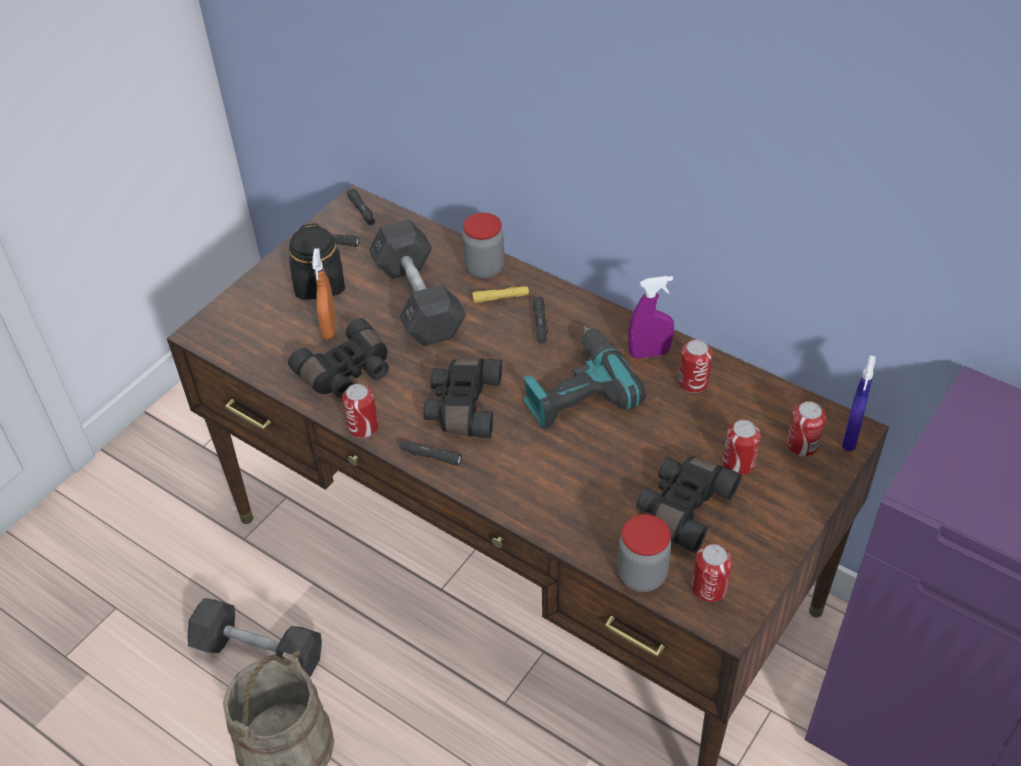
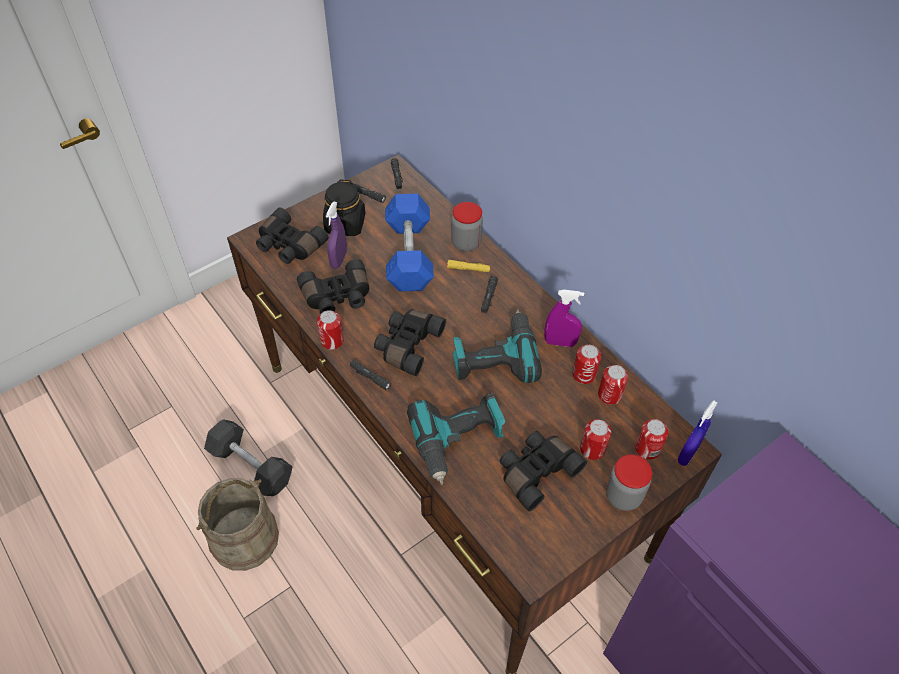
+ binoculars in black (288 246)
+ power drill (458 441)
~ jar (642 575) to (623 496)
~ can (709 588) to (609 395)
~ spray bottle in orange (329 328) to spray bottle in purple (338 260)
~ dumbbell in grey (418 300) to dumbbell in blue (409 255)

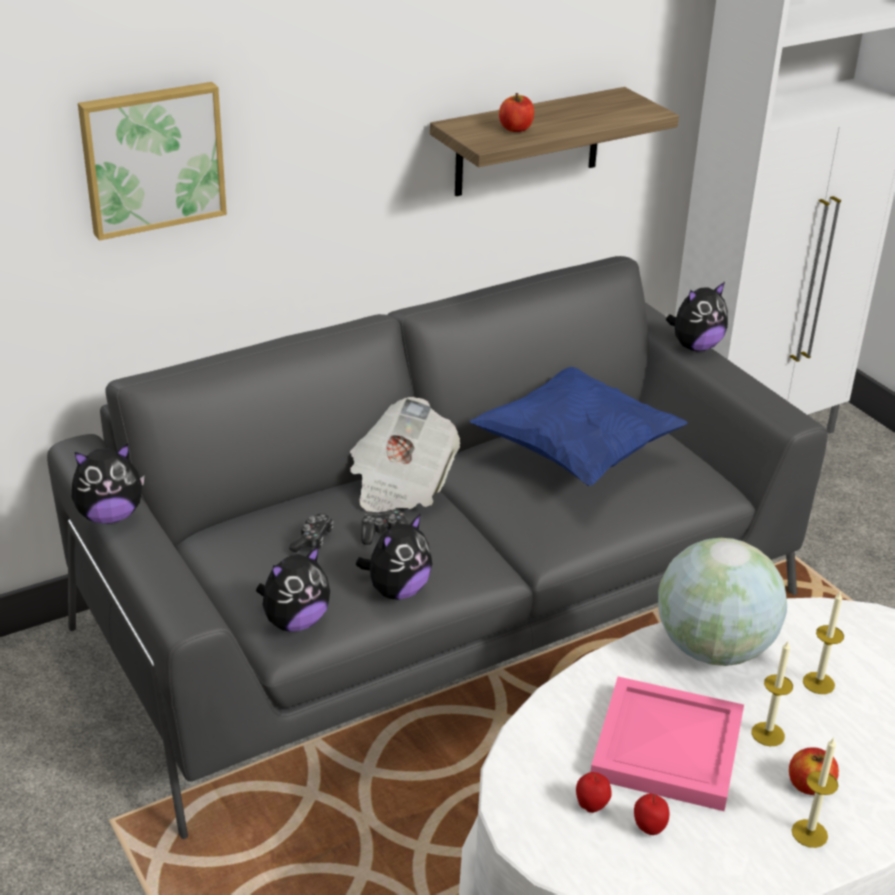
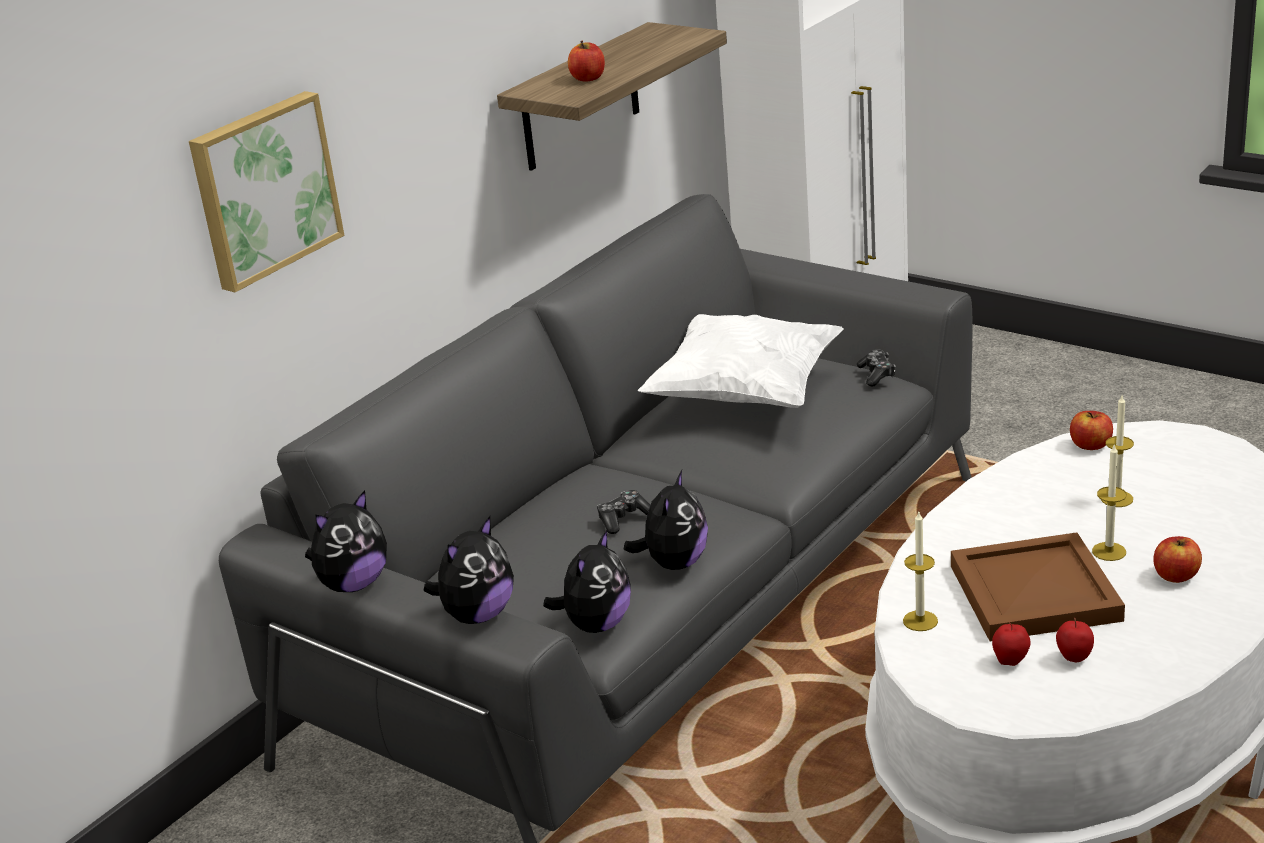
- newspaper (400 482)
- globe (713 649)
+ apple (1090 445)
~ game controller (313 540) to (876 374)
~ plush toy (695 346) to (477 615)
~ candle (809 833) to (920 621)
~ pillow in blue (575 453) to pillow in white (745 394)
~ tray in pink (665 745) to tray in brown (1031 592)

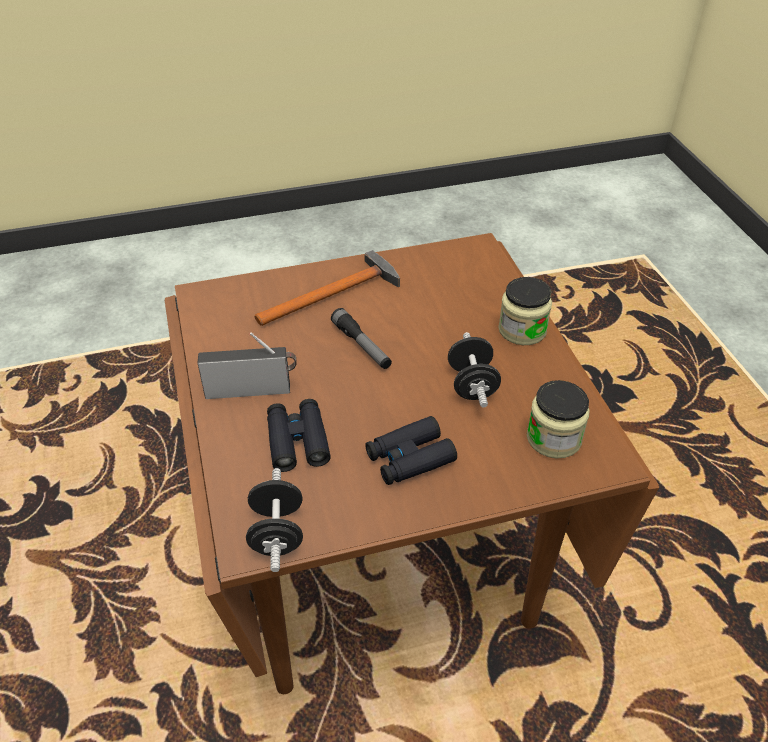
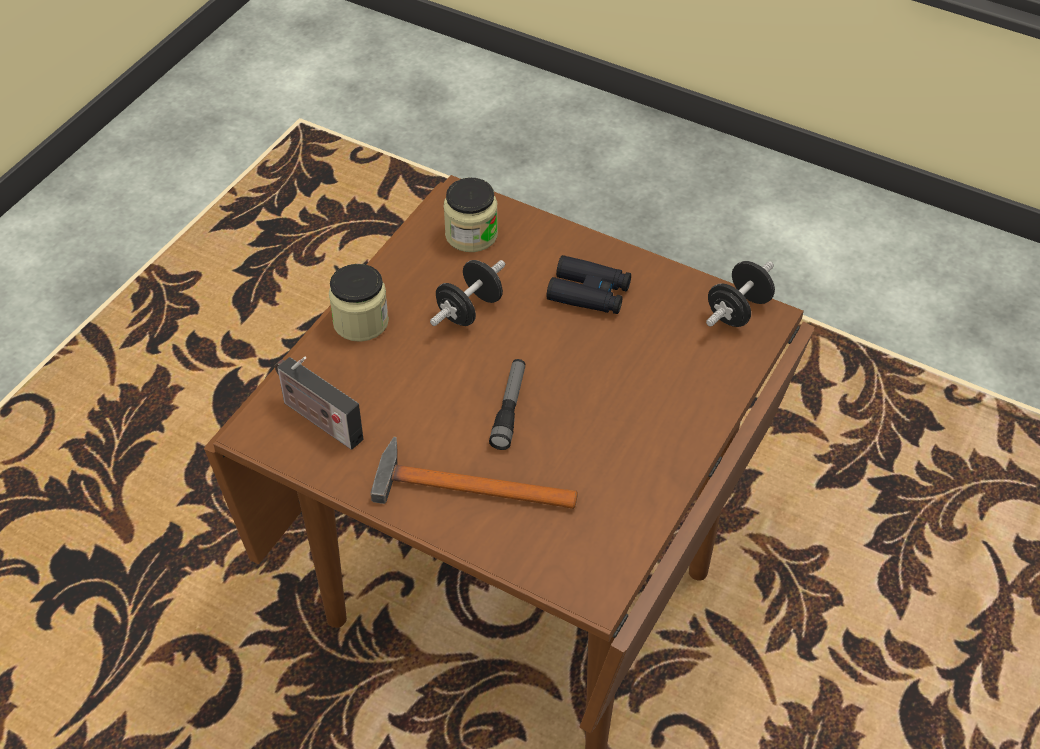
- binoculars in black (297 441)
~ radio (252 390) to (318 419)

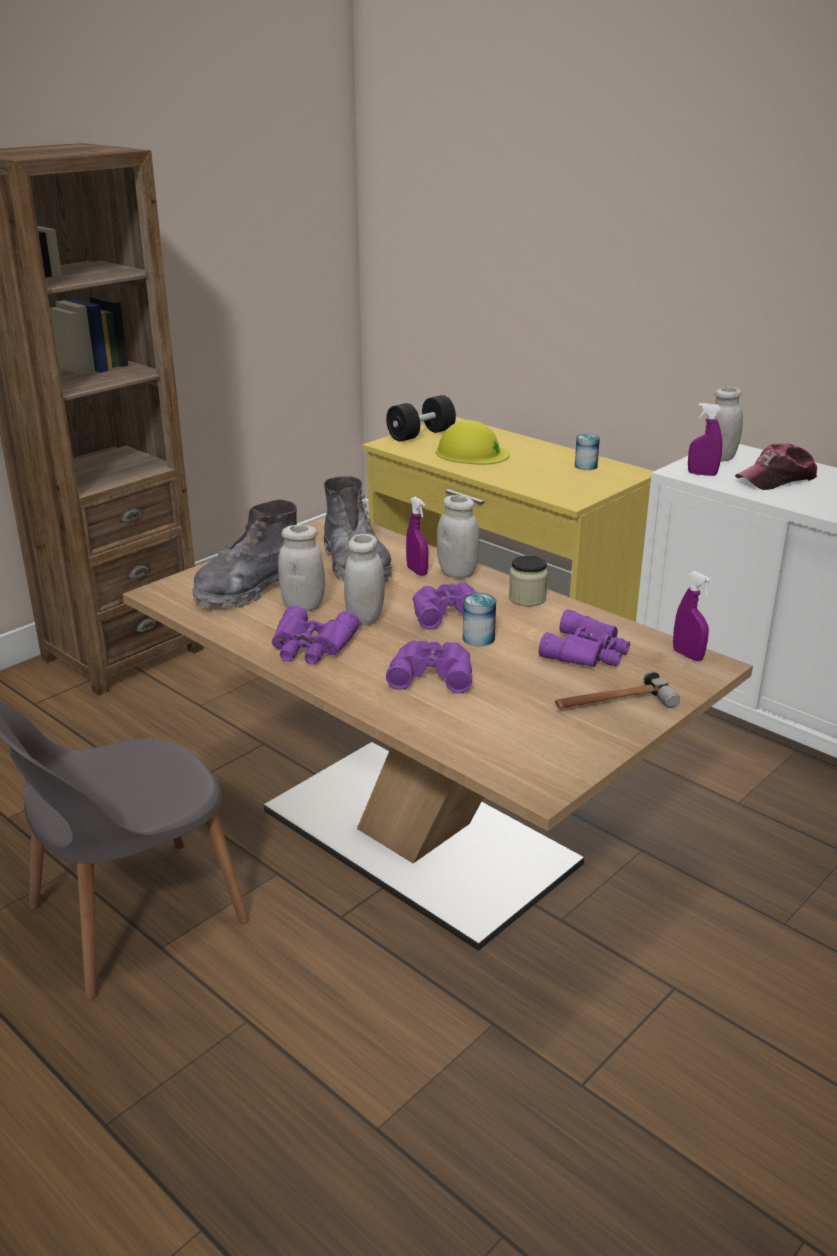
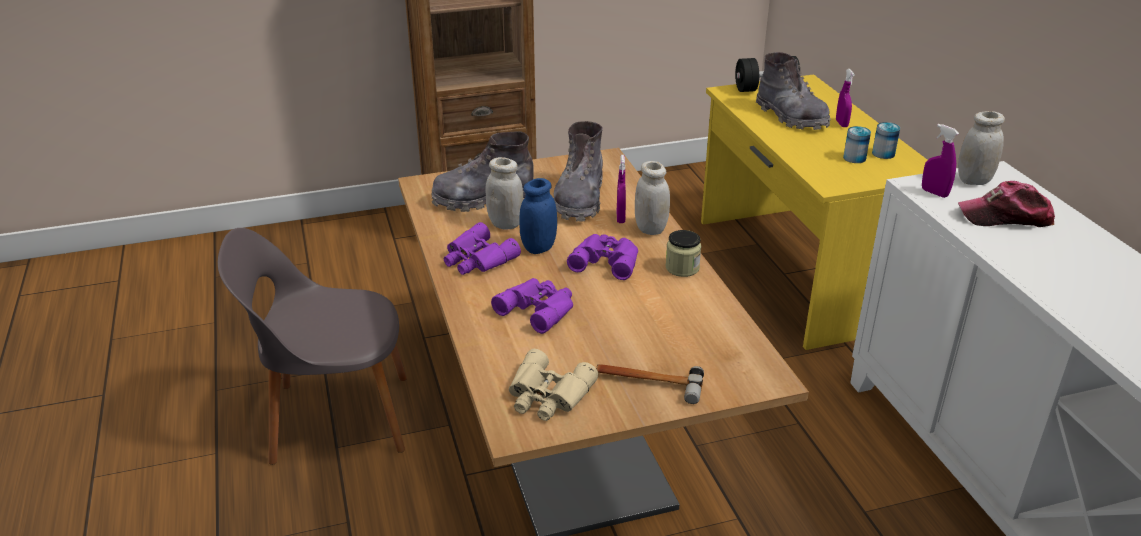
- binoculars in purple (587 652)
+ binoculars in beige (548 396)
~ can (478 638) to (854 158)
~ spray bottle in purple (687 655) to (841 124)
~ hard hat in yellow (471 453) to boot in grey (791 117)
~ jar in white (365 618) to jar in blue (539 247)

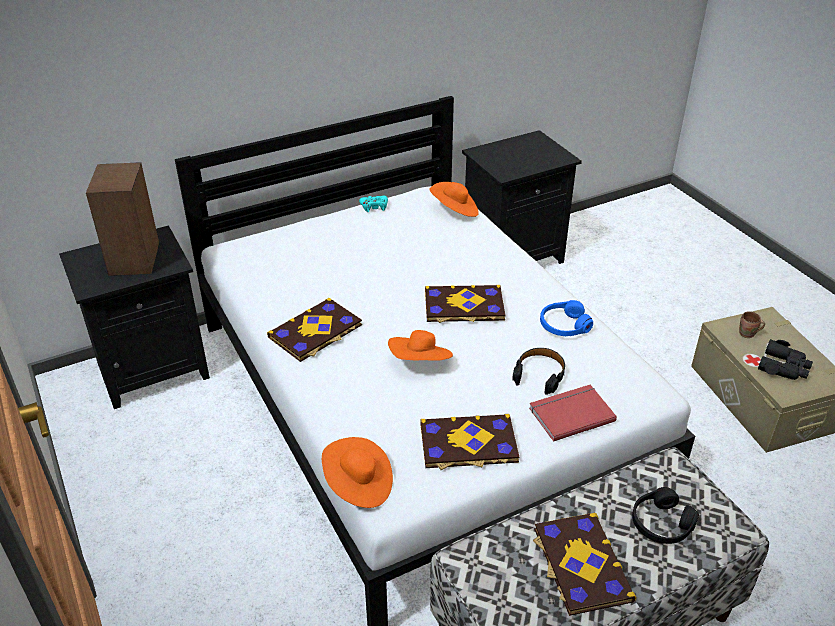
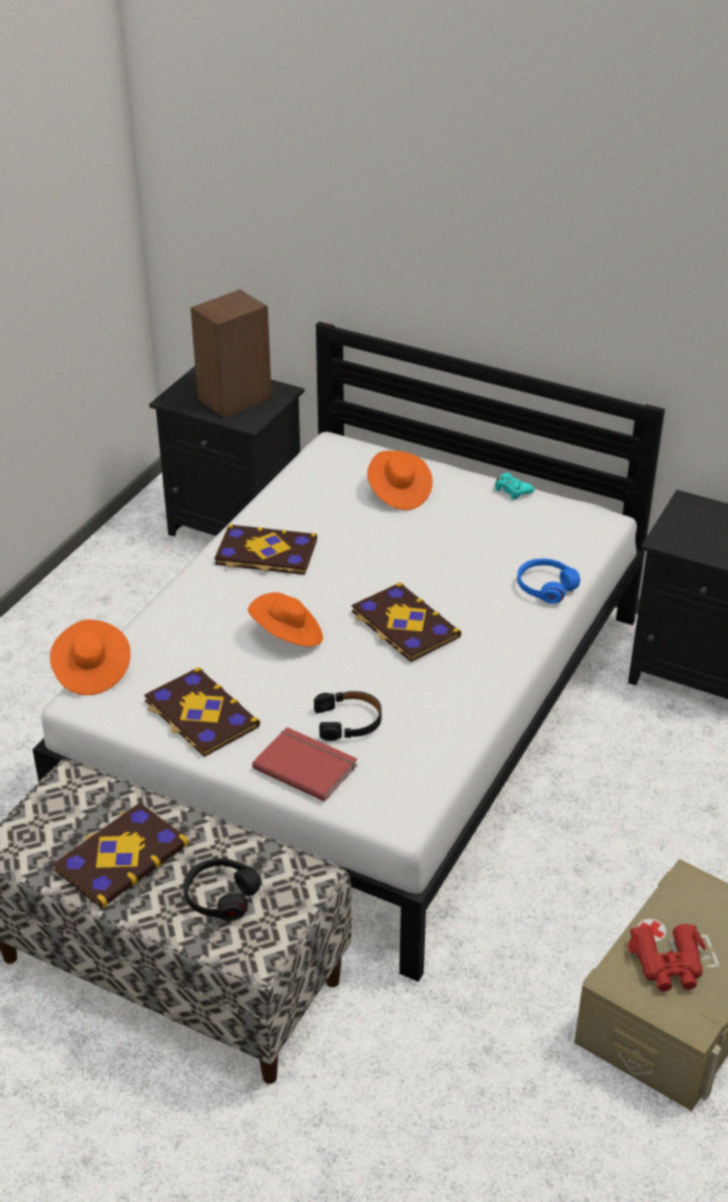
- mug in brown (747 334)
~ hat in orange (455 211) to (398 493)
~ headphones in blue (564 325) to (545 587)
~ binoculars in black (784 367) to binoculars in red (668 964)

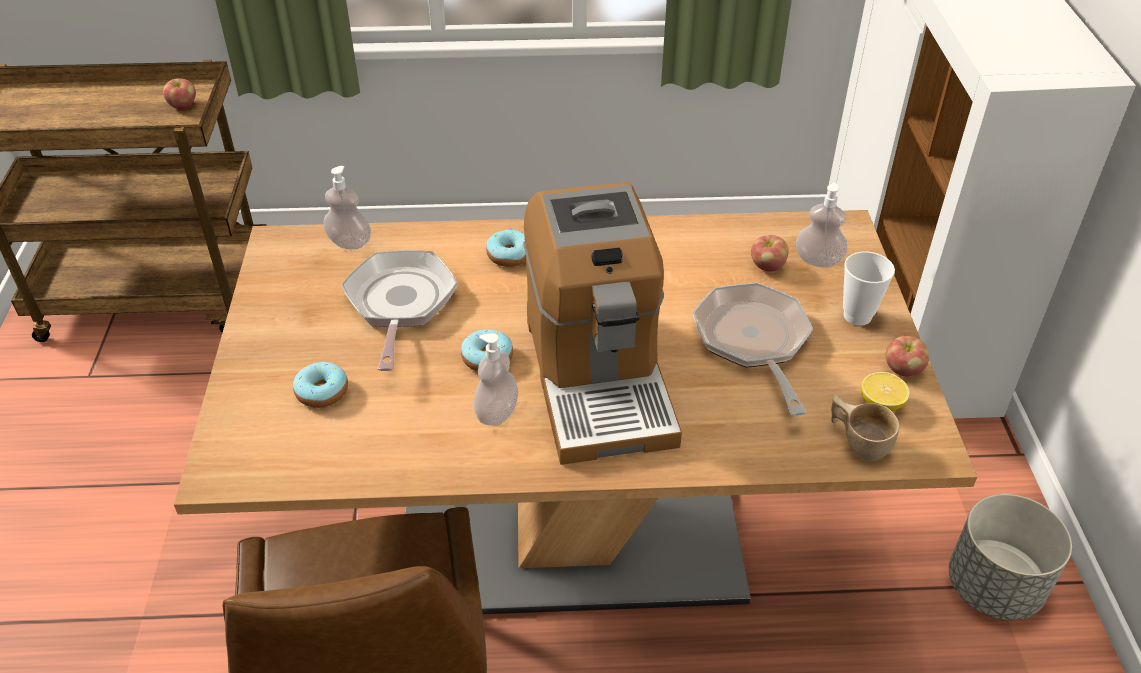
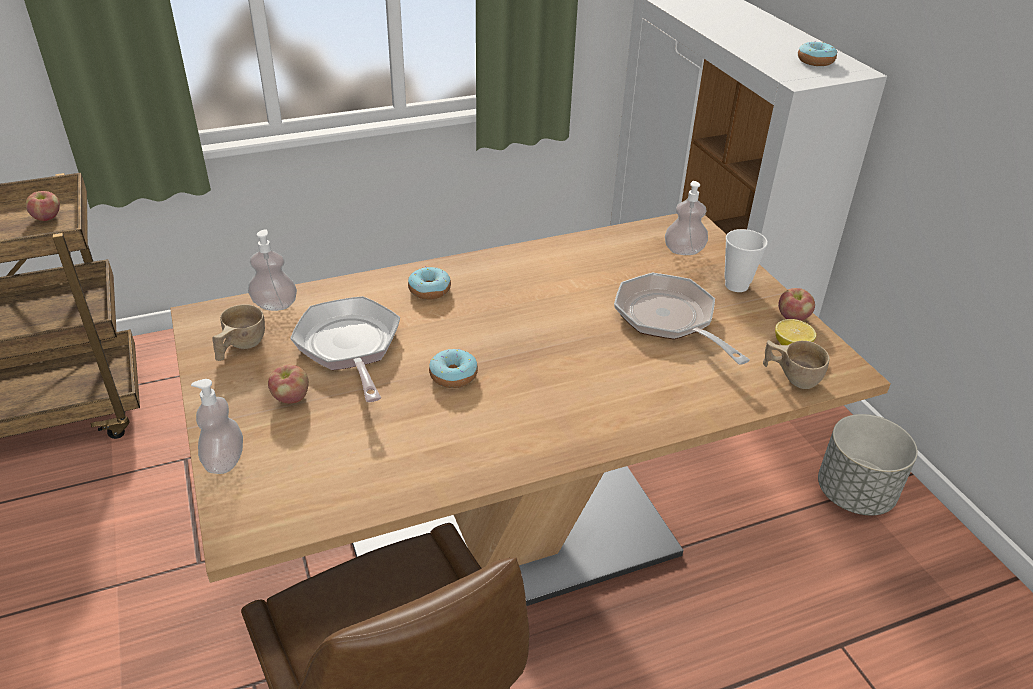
- coffee machine (598 378)
+ cup in beige (239 347)
~ donut (322 392) to (815 61)
~ soap dispenser (497 413) to (224 461)
~ apple (767 266) to (291 398)

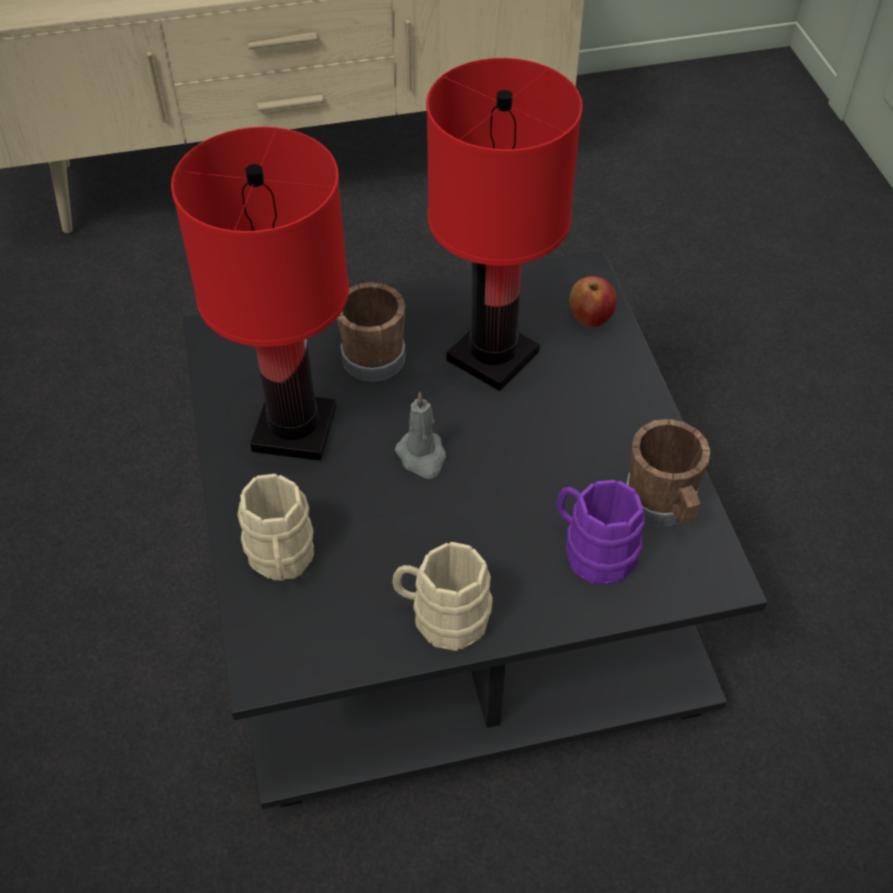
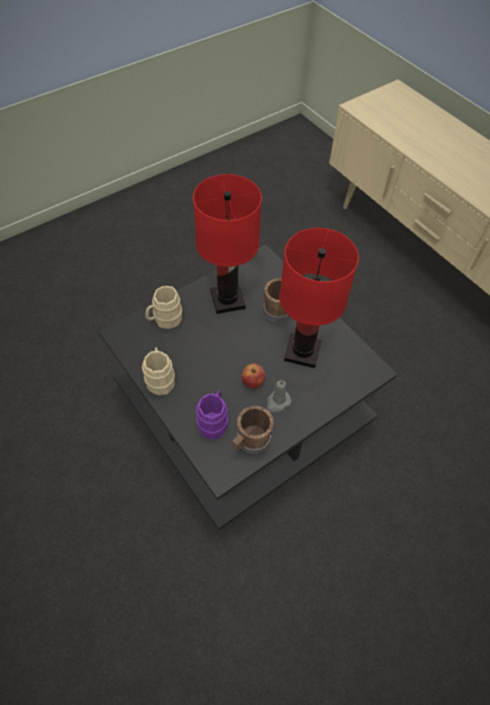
~ candle in grey (422 457) to (277 402)
~ apple (590 318) to (253 382)

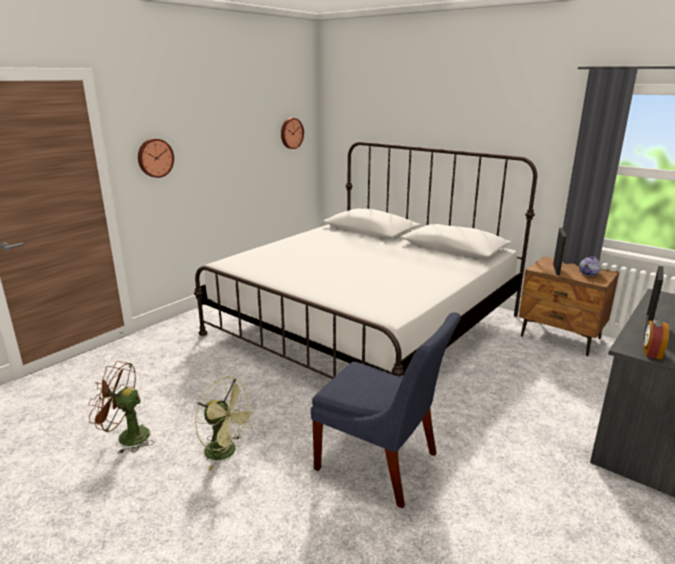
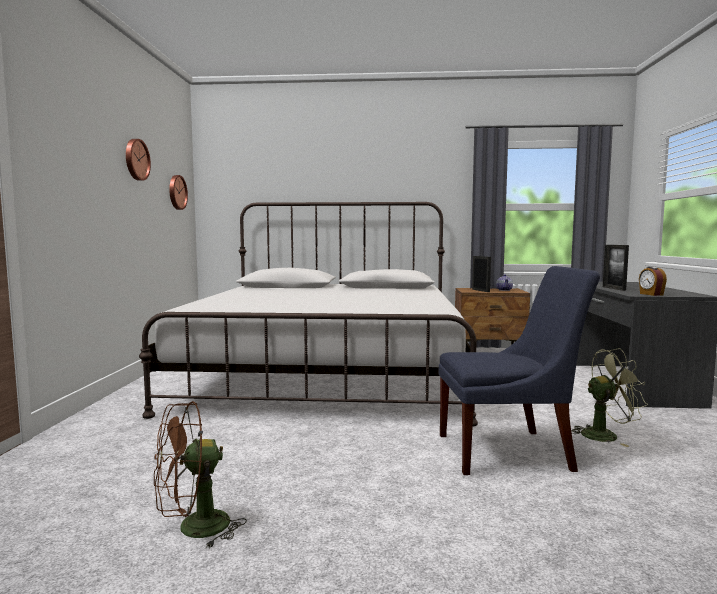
~ wall clock (155 158) to (136 159)
~ fan in green (227 452) to (605 435)

